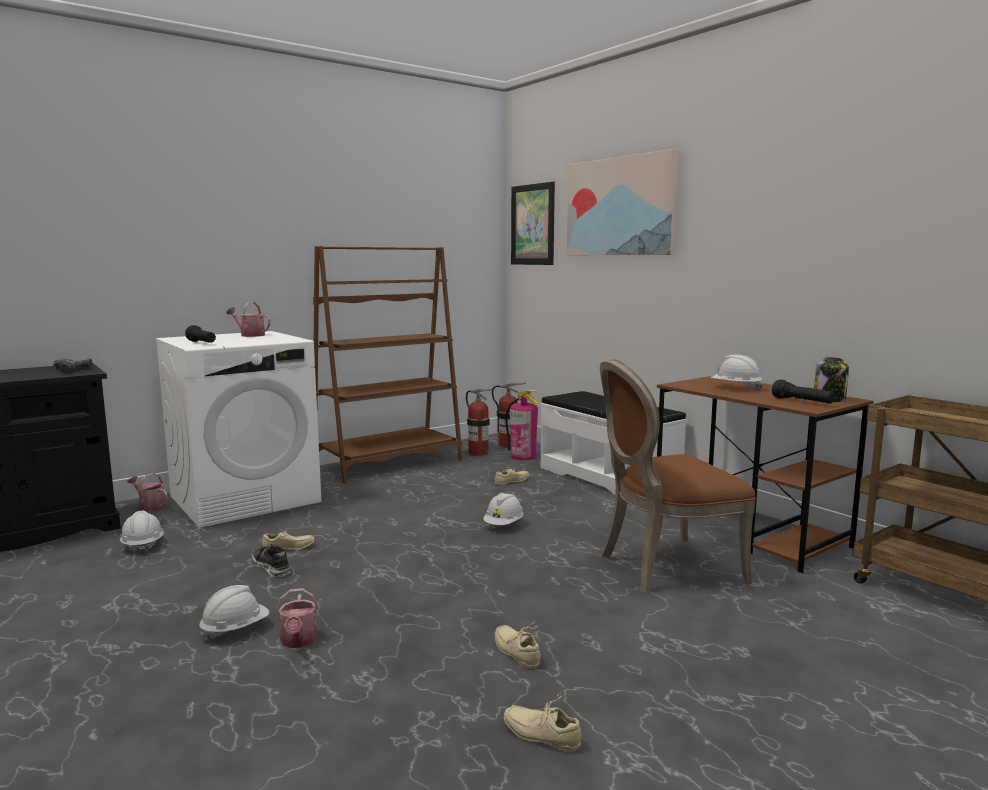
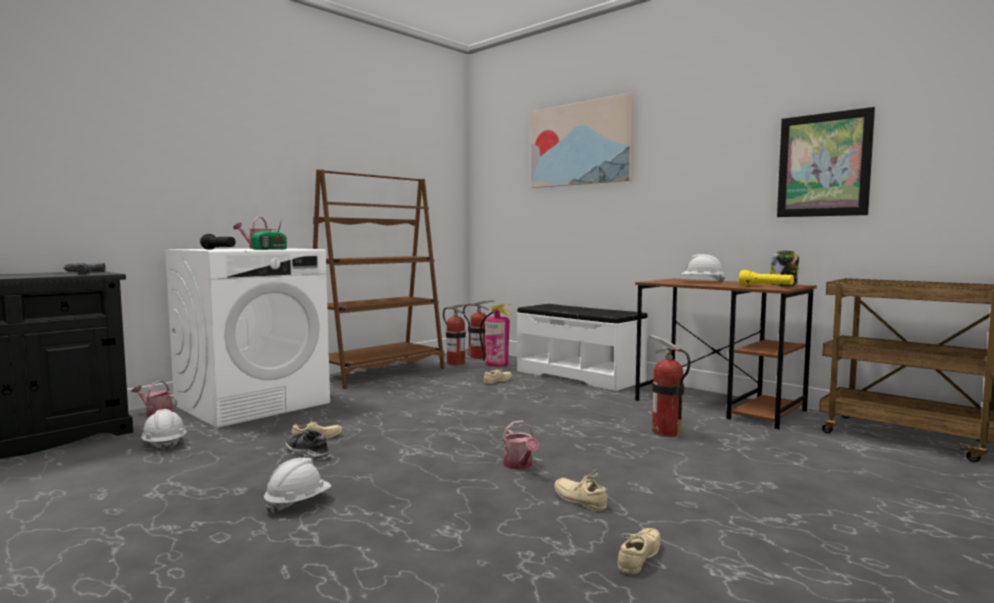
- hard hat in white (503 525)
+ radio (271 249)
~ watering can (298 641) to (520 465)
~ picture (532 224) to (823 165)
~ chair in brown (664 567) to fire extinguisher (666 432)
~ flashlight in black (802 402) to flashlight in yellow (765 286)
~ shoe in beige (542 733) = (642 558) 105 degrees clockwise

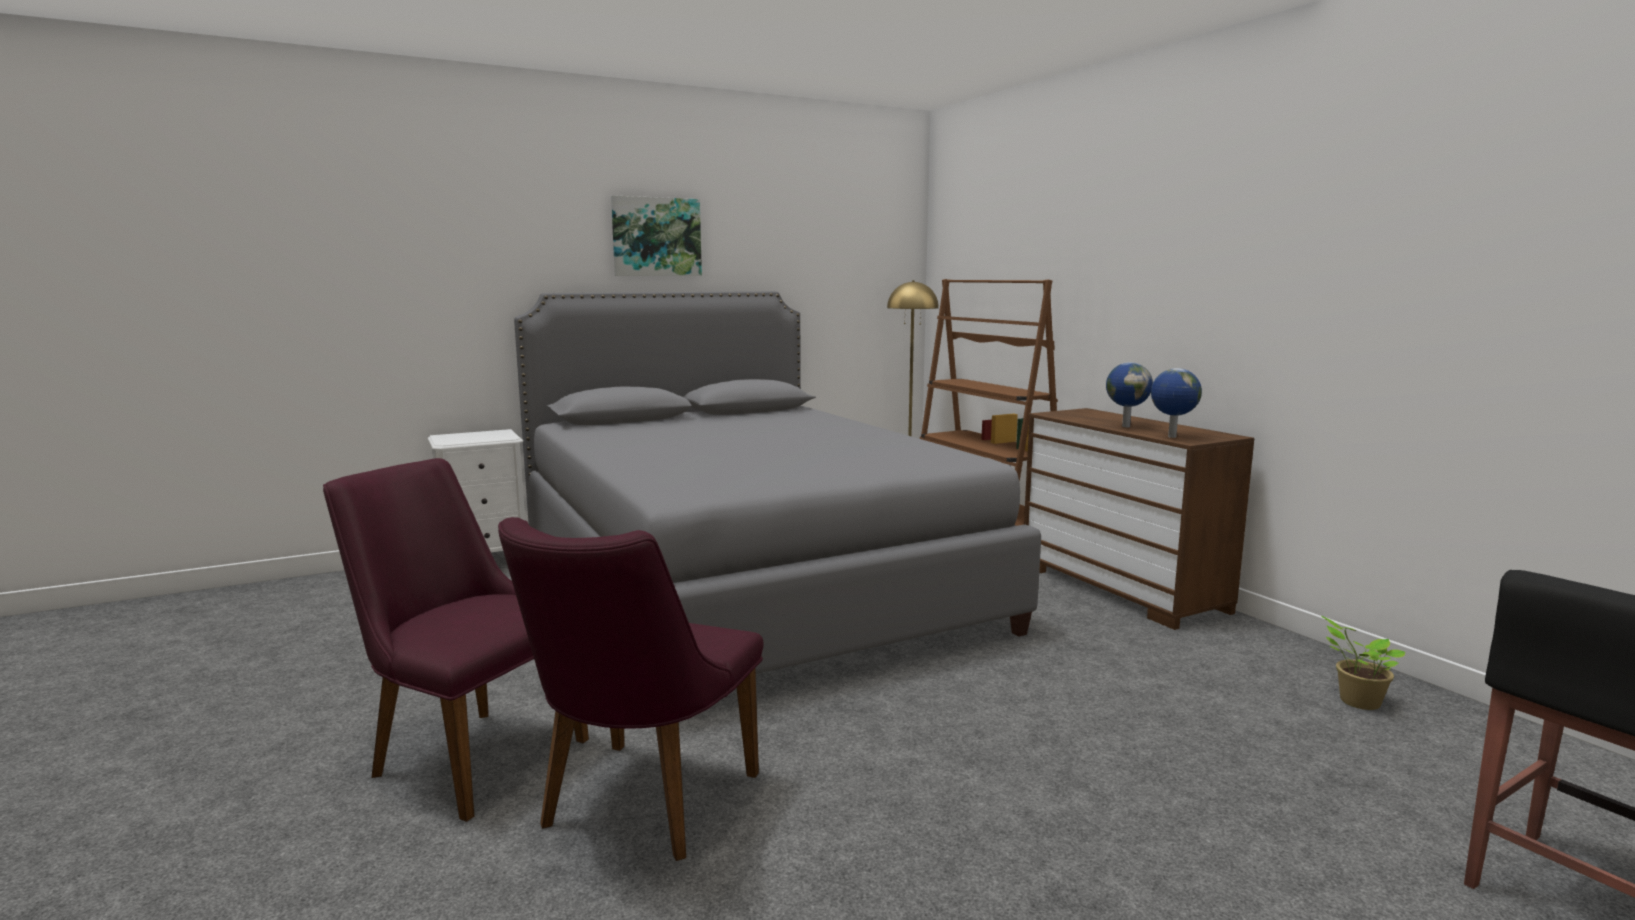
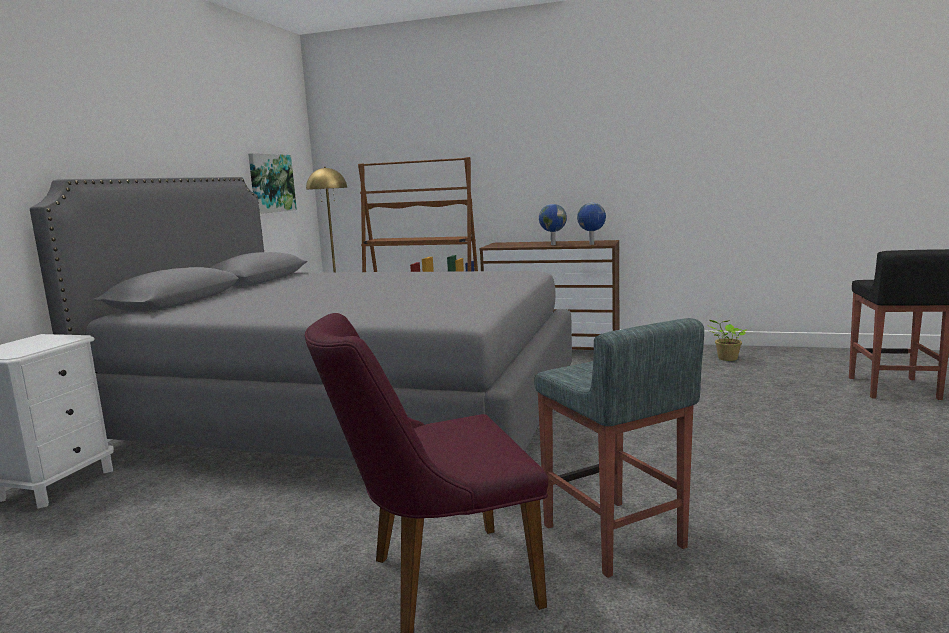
~ picture (656 237) to (271 183)
~ chair in purple (638 809) to stool in grey (614 537)

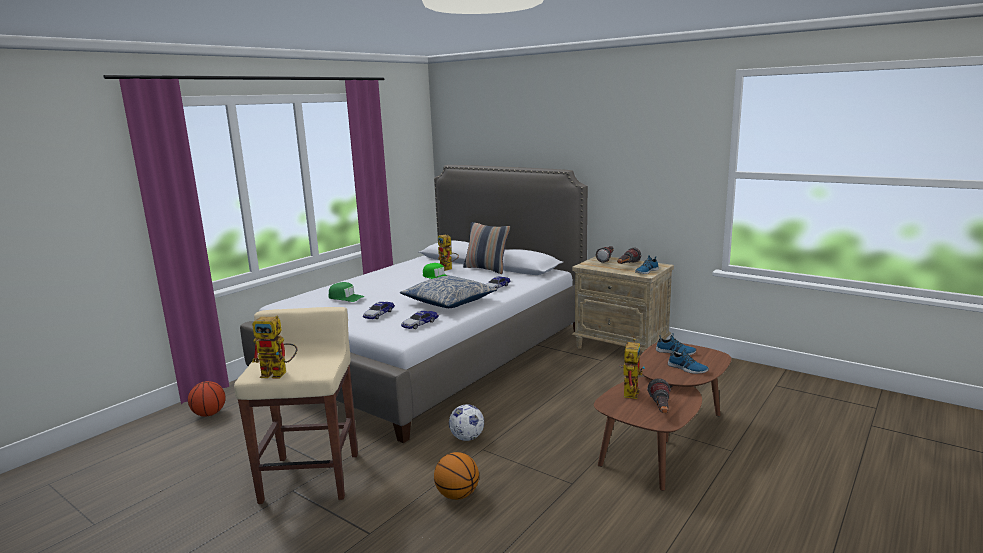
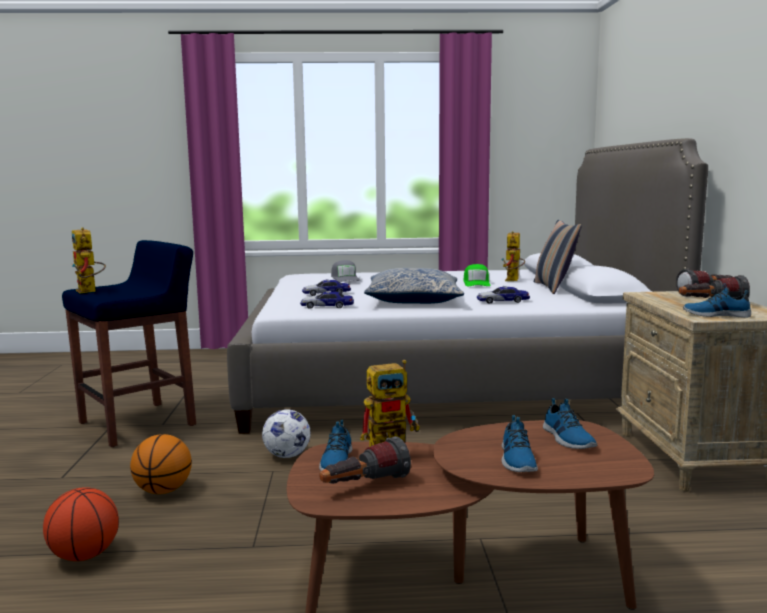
+ shoe (336 461)
~ basketball (209 414) to (85 555)
~ stool in beige (311 476) to stool in blue (139 423)
~ cap in green (345 297) to cap in grey (345 278)

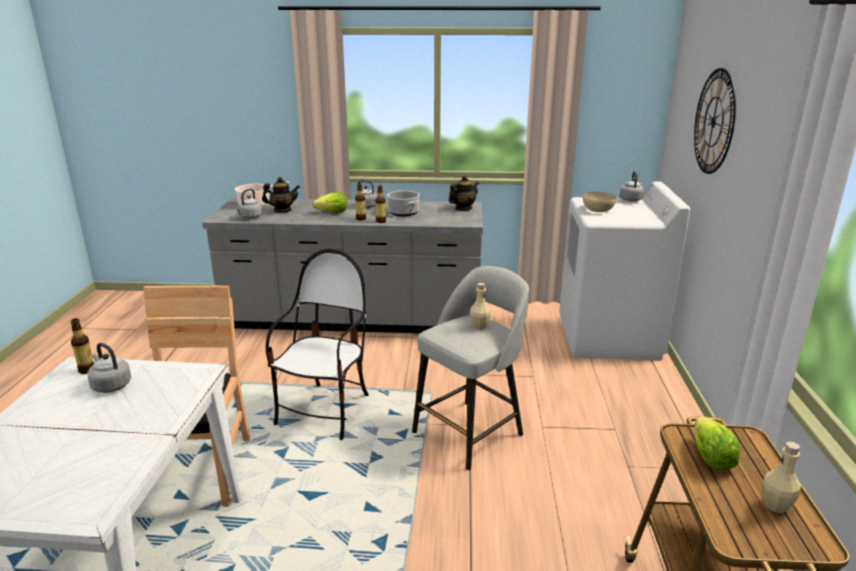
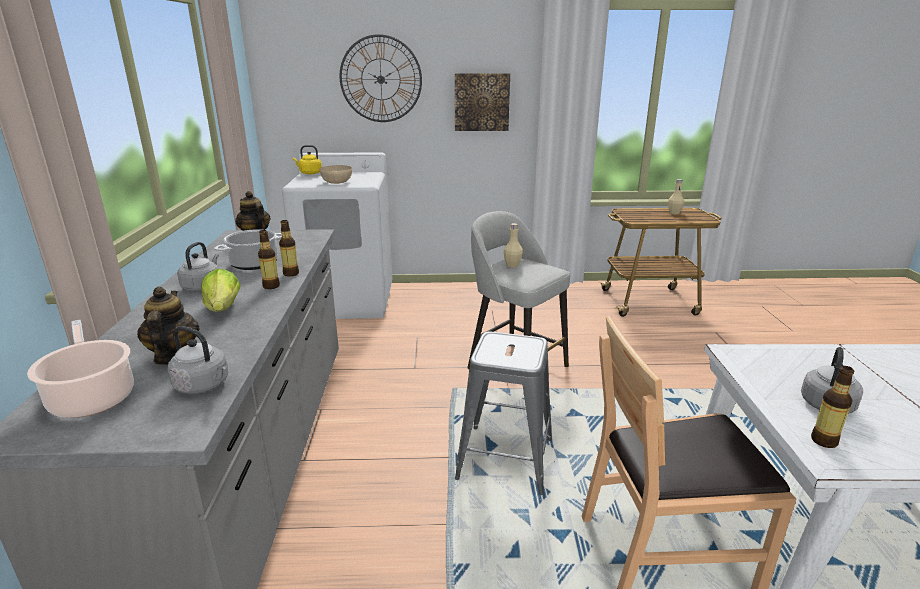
- lettuce (710 458)
+ picture (481 102)
~ chair (325 412) to stool in grey (506 459)
~ kettle in grey (630 199) to kettle in yellow (309 173)

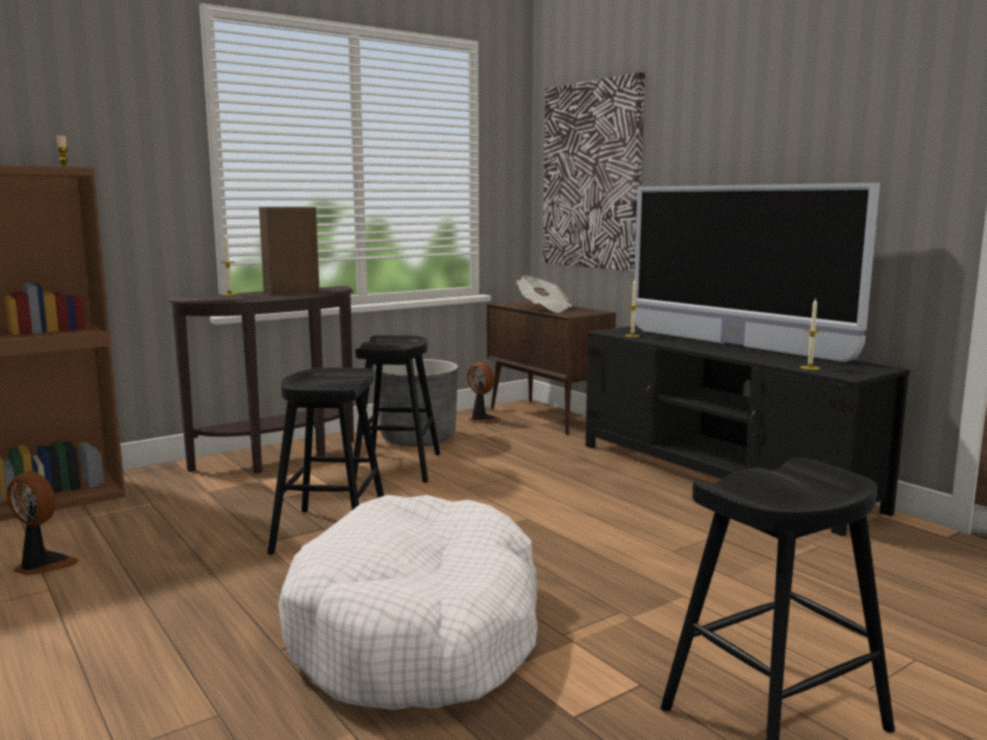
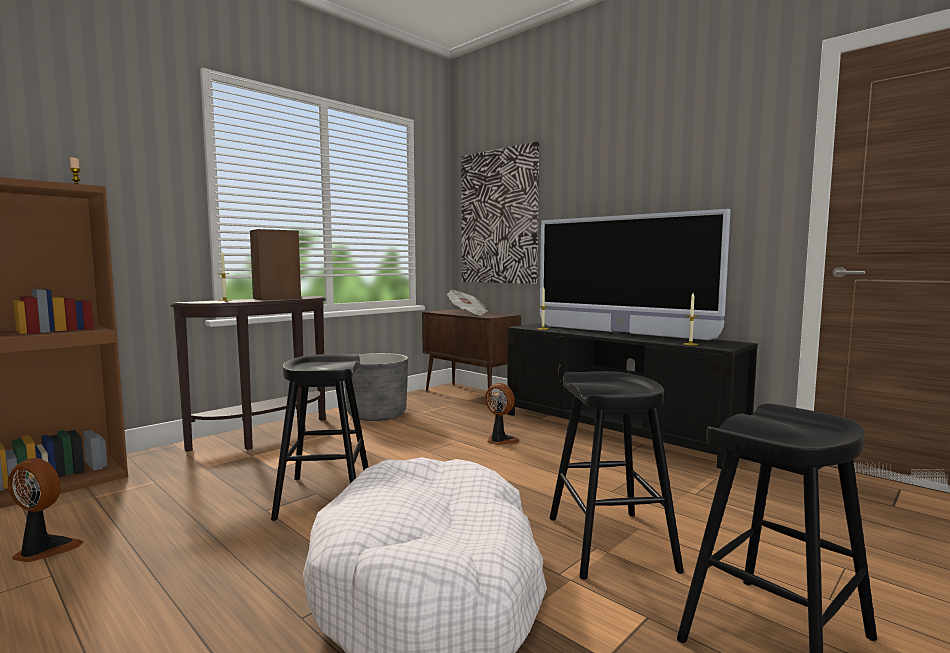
~ stool in black (397 467) to (609 543)
~ fan (482 420) to (500 441)

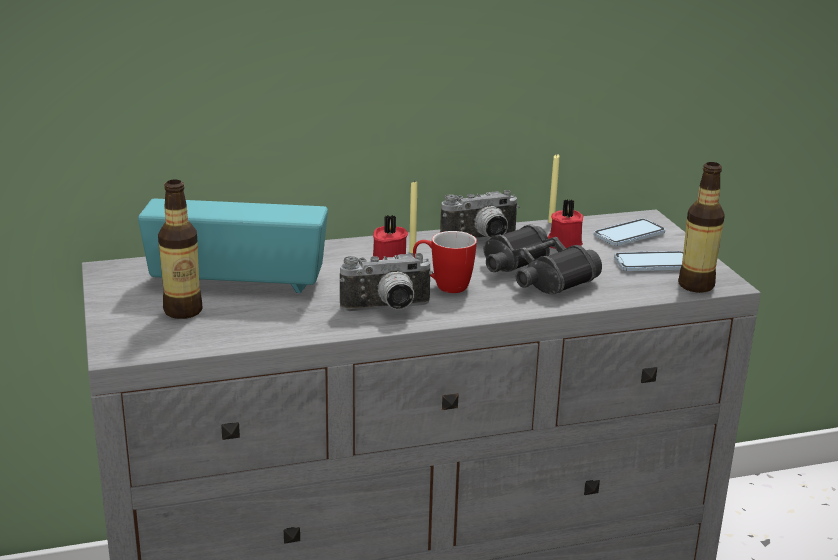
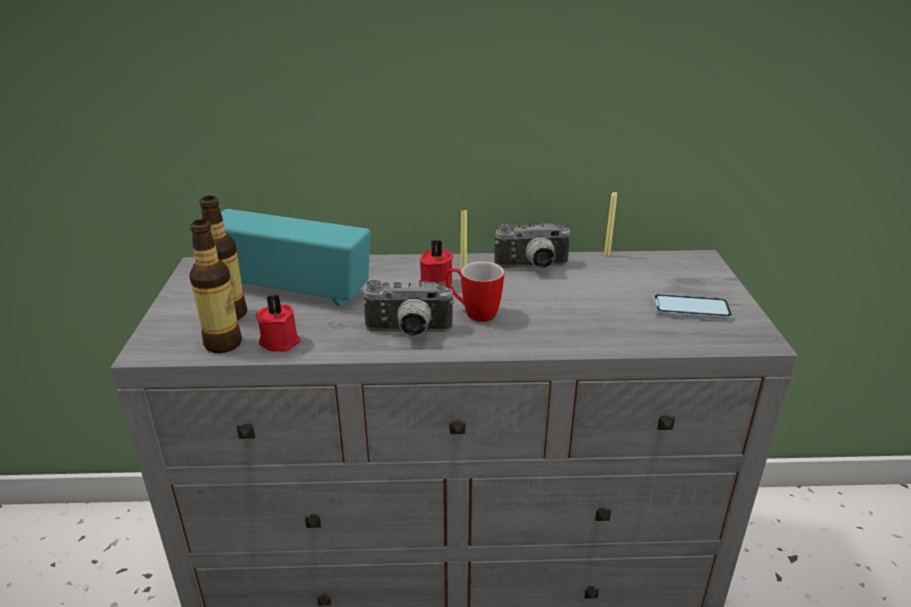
- binoculars in black (535 275)
- phone (629 235)
~ candle in red (564 244) to (280 341)
~ bottle (696 285) to (223 344)

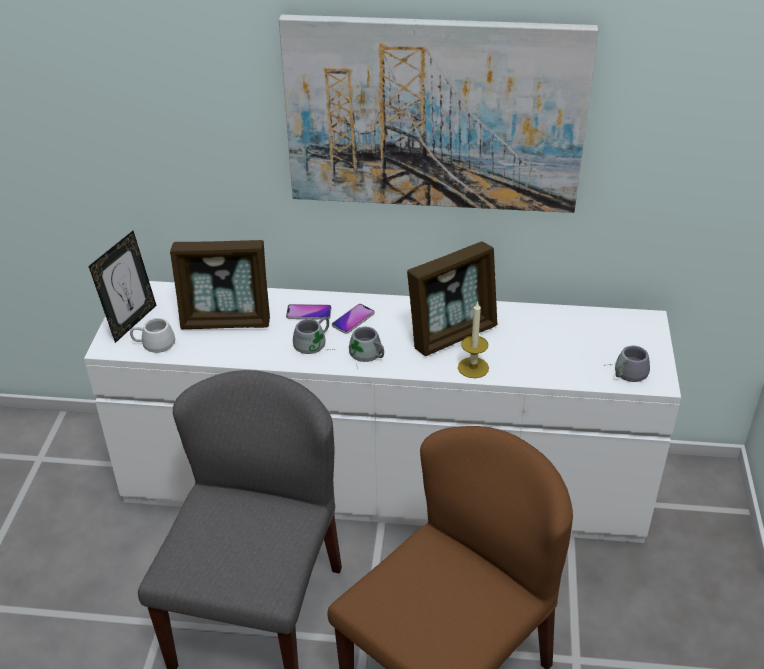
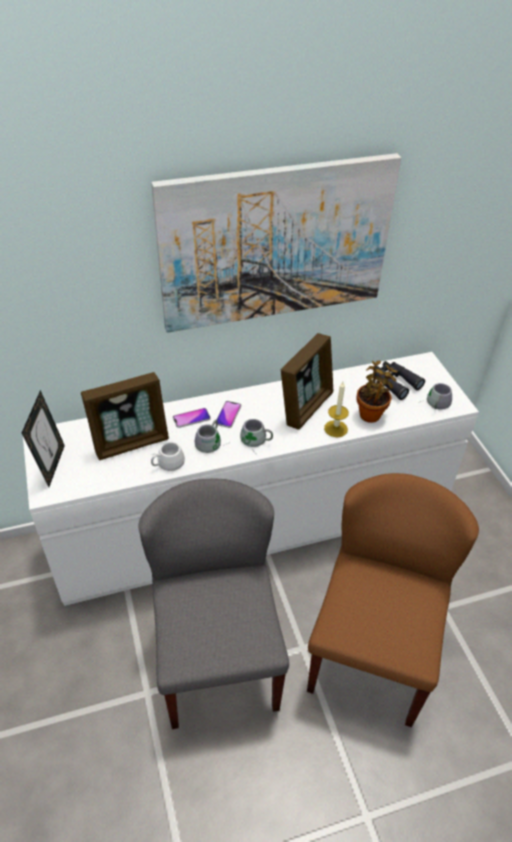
+ potted plant (371 413)
+ binoculars in black (394 382)
~ mug in white (154 341) to (166 461)

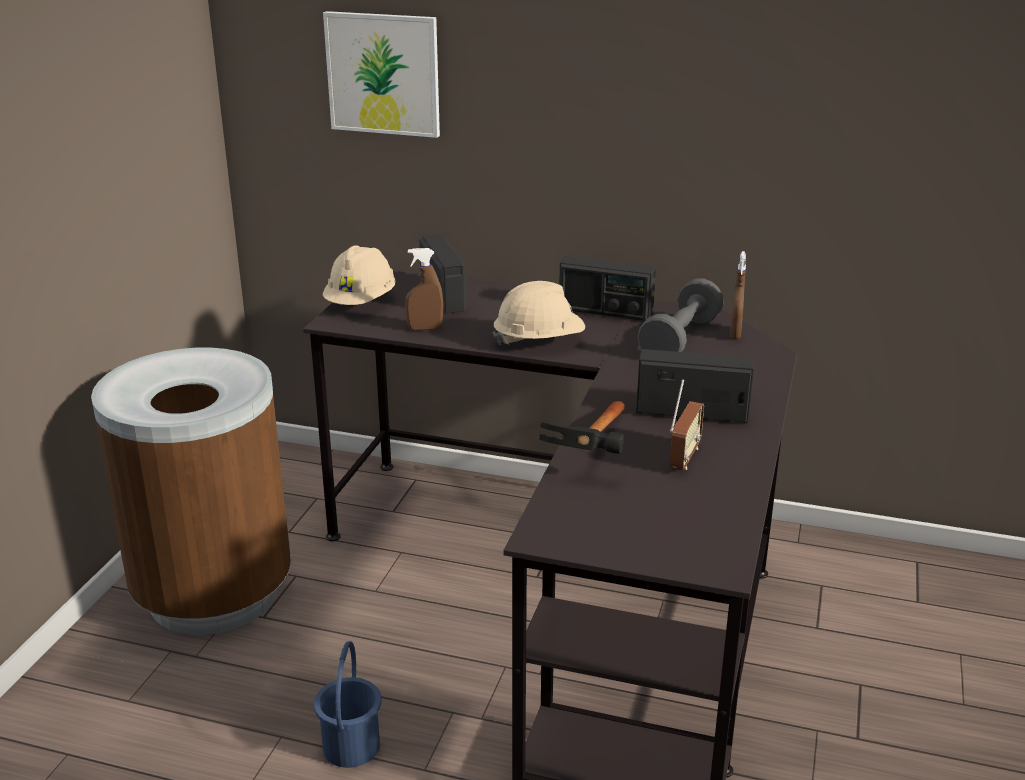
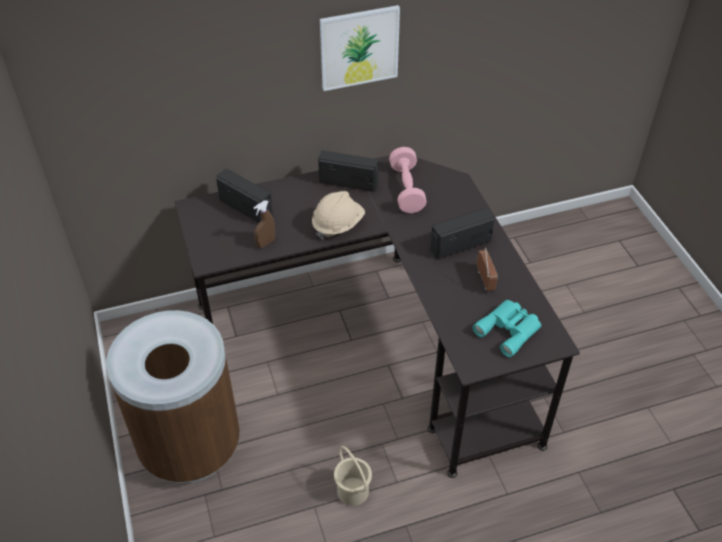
- hard hat in beige (361 303)
- hammer (596 456)
- spray bottle in brown (735 334)
+ binoculars in turquoise (509 329)
~ picture (383 74) to (359 47)
~ bucket in blue (352 746) to bucket in beige (353 490)
~ dumbbell in grey (680 340) to dumbbell in pink (406 189)
~ radio (605 311) = (348 182) 150 degrees counterclockwise

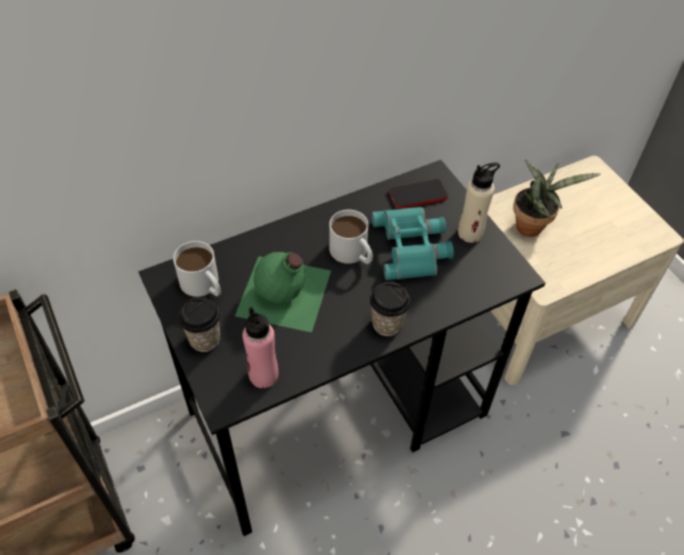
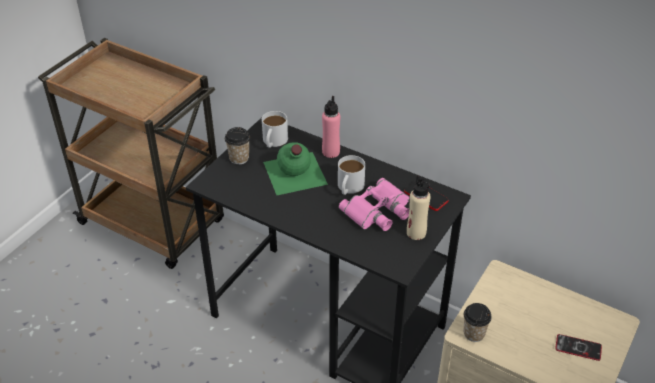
- potted plant (532 225)
+ phone (578 348)
~ bottle in pink (263 375) to (330 152)
~ cup (387 324) to (474 333)
~ binoculars in turquoise (413 247) to binoculars in pink (378 211)

